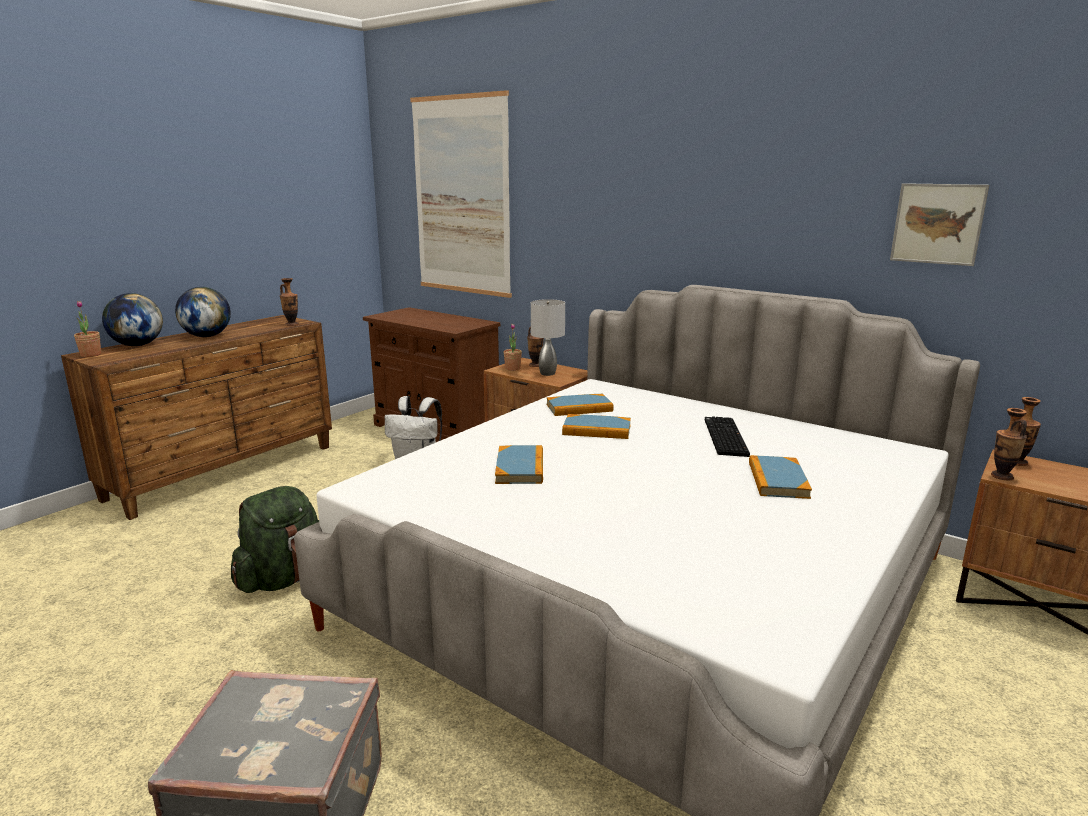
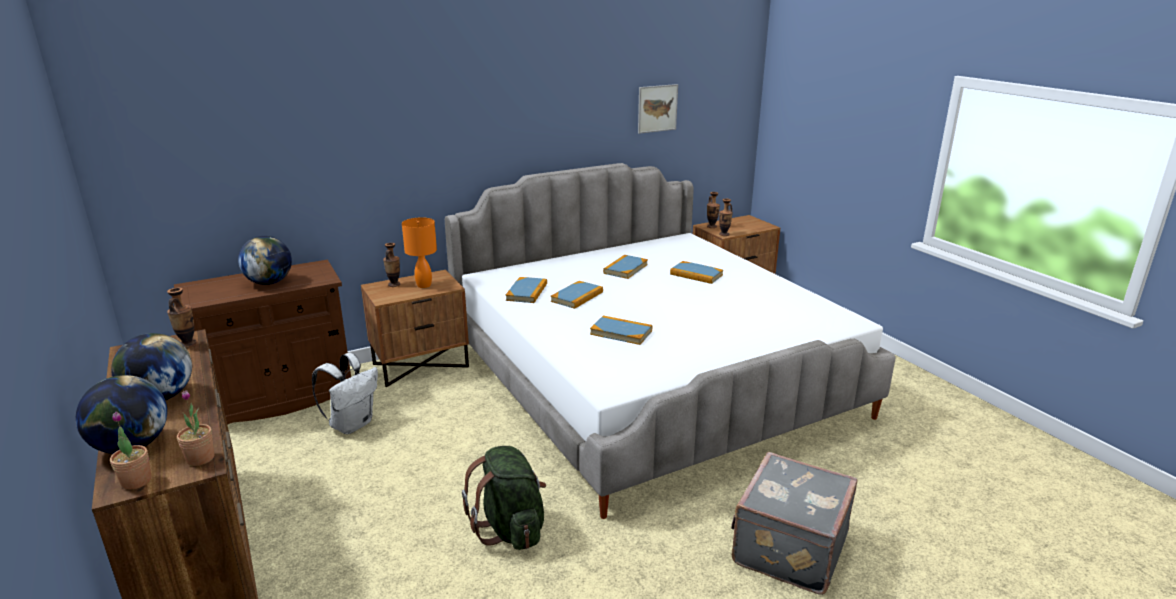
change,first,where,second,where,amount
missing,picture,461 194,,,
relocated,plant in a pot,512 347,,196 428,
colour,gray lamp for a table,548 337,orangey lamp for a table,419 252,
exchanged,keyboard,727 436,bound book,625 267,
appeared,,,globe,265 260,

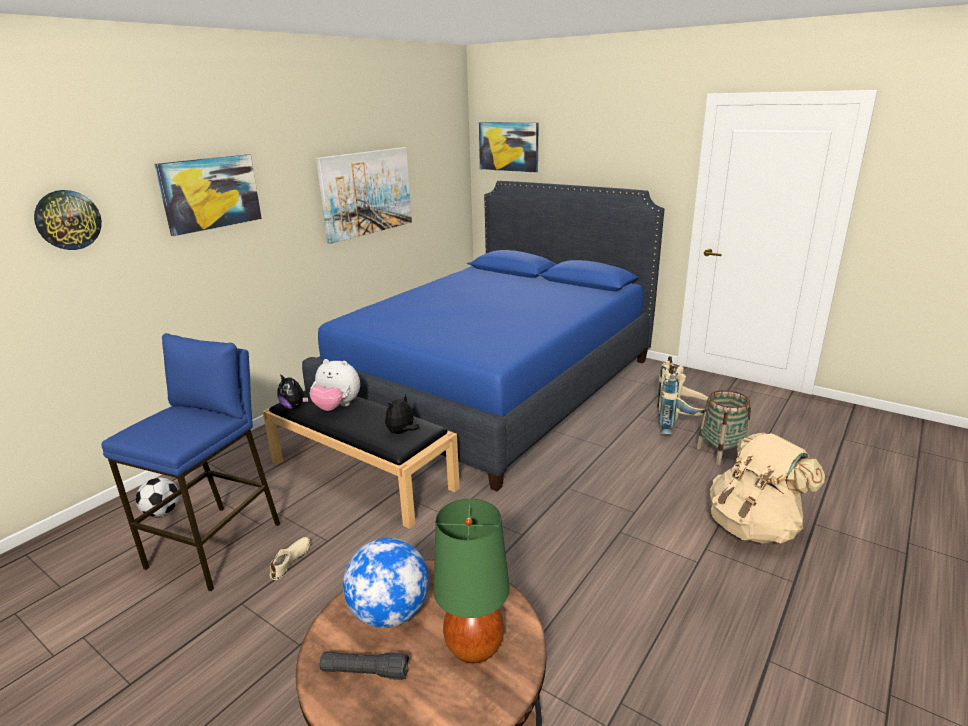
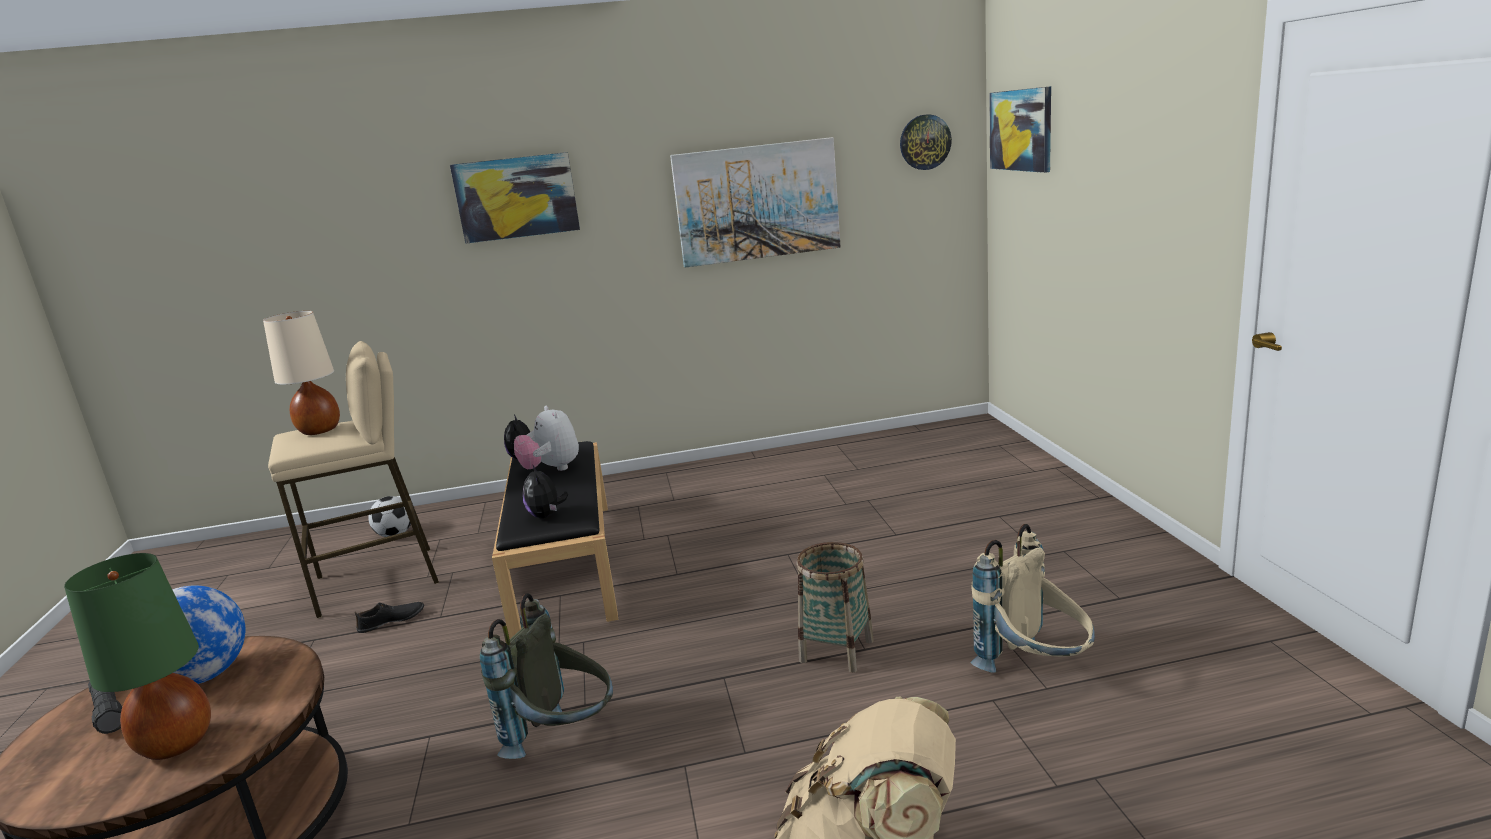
change,first,where,second,where,amount
relocated,hanging clock,68 220,,926 142,
colour,blue sitting stool,190 462,beige-coloured sitting stool,353 479,
colour,beige-coloured shoe,289 558,black-coloured shoe,389 617,
missing,blue sleeping bed,483 336,,,
spun,plush toy,402 413,,545 491,105 degrees counterclockwise
relocated,storage basket,723 427,,835 607,
appeared,,,beige-coloured lamp for a table,301 373,
appeared,,,gray knapsack,546 676,

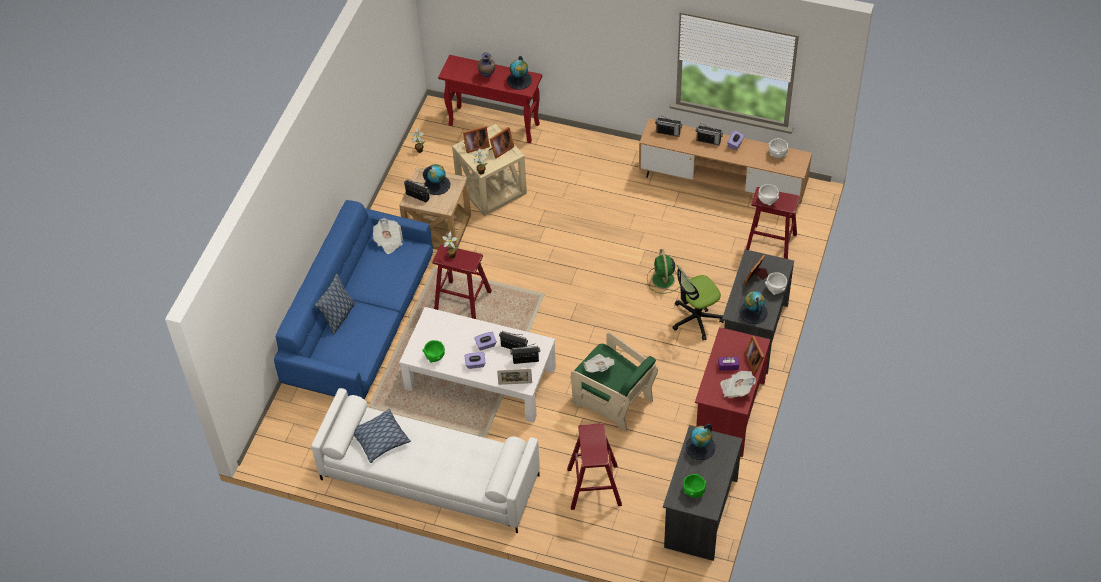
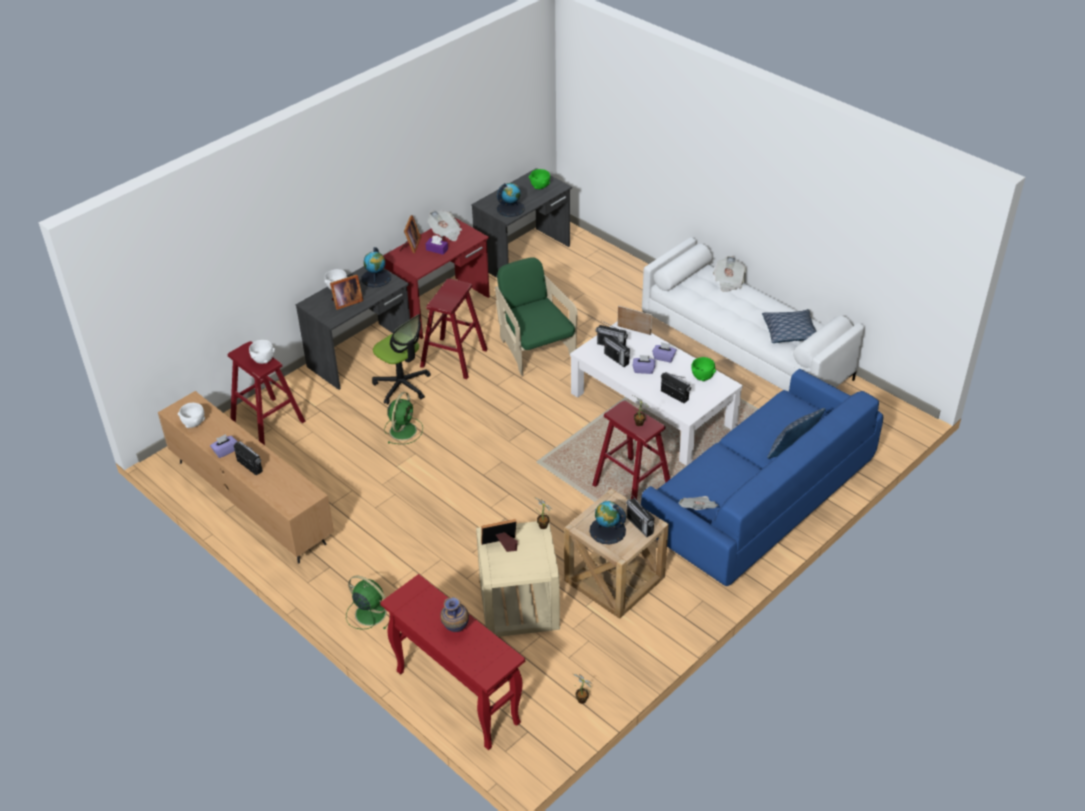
change,first,where,second,where,amount
missing,picture frame,476 139,,,
missing,globe,519 72,,,
relocated,reddish sitting stool,594 466,,454 329,
relocated,daily paper,598 363,,730 274,
relocated,radio receiver,668 126,,676 387,
spun,office chair,698 302,,401 359,45 degrees clockwise
appeared,,,greenish electric fan,367 602,

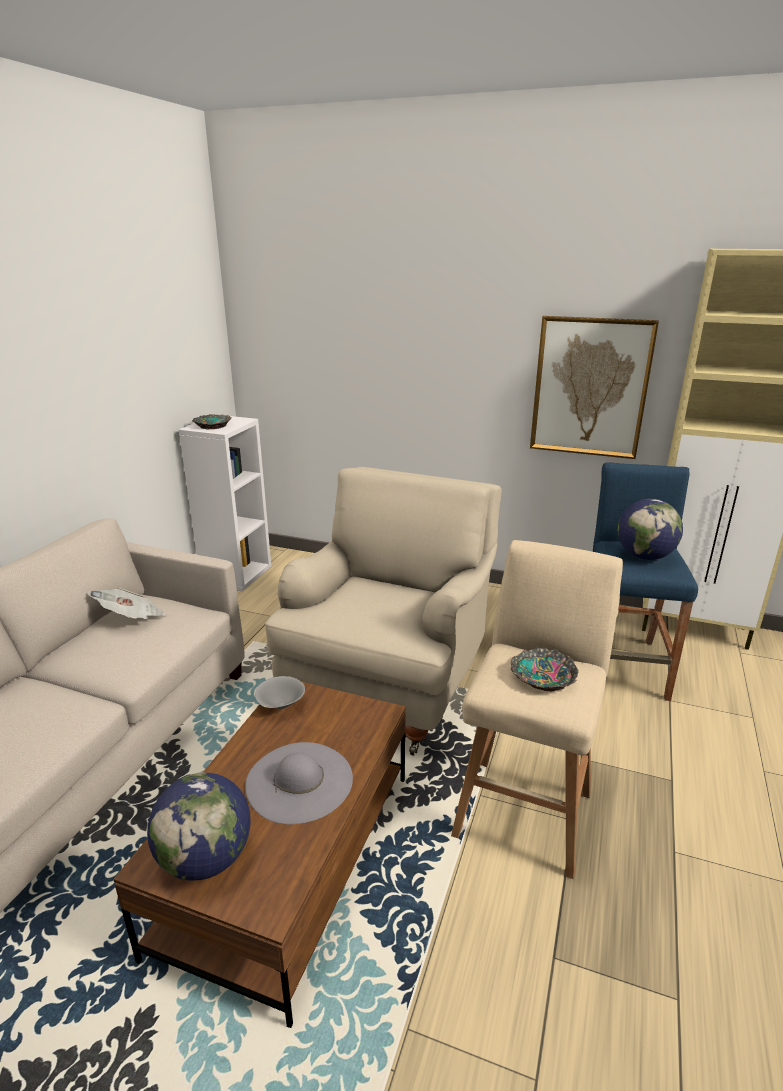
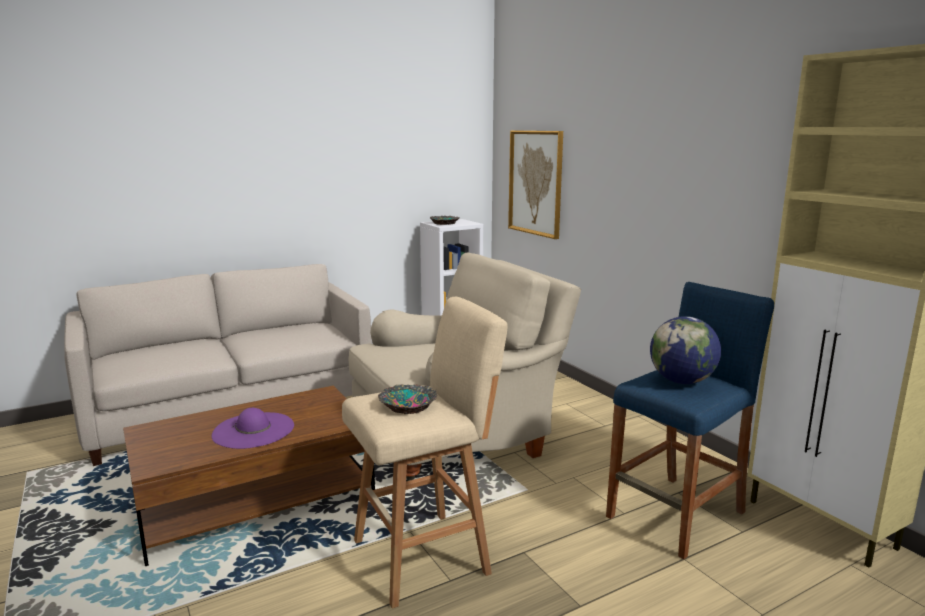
change,first,where,second,where,amount
missing,daily paper,127 603,,,
missing,globe,199 827,,,
colour,gray wearable hat,299 783,purplish wearable hat,253 428,
missing,gray serving bowl,280 692,,,
relocated,picture,594 387,,535 185,

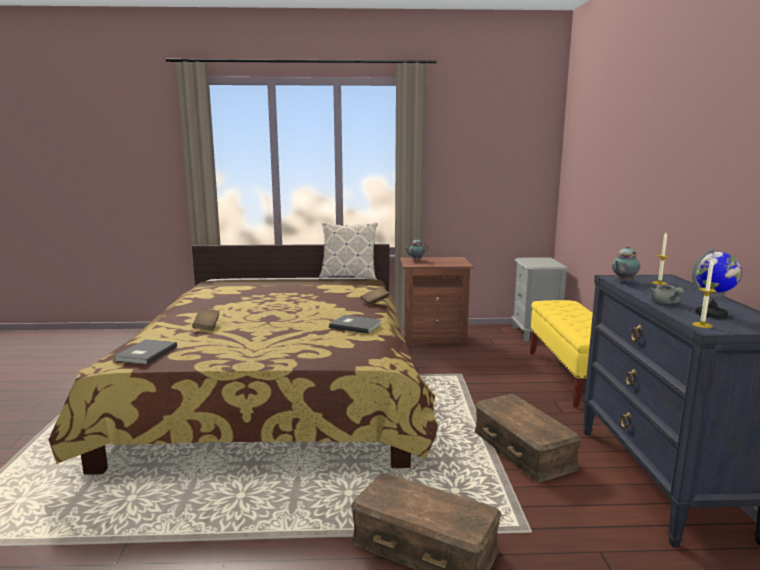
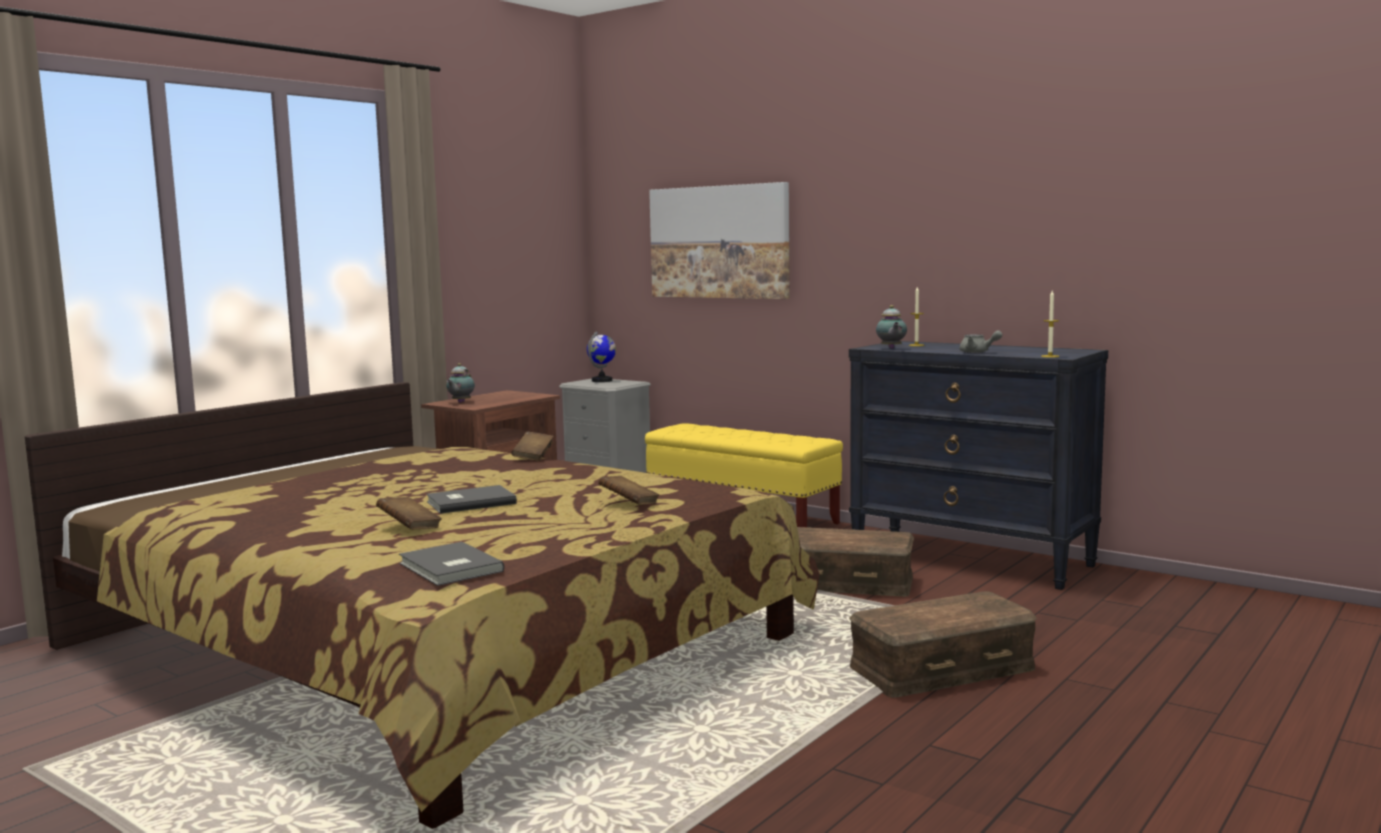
change,first,where,second,where,amount
missing,pillow,348 251,,,
relocated,gray bound book,355 324,,471 499,
relocated,globe,717 282,,601 357,
appeared,,,brownish bound book,628 490,
appeared,,,picture,719 240,

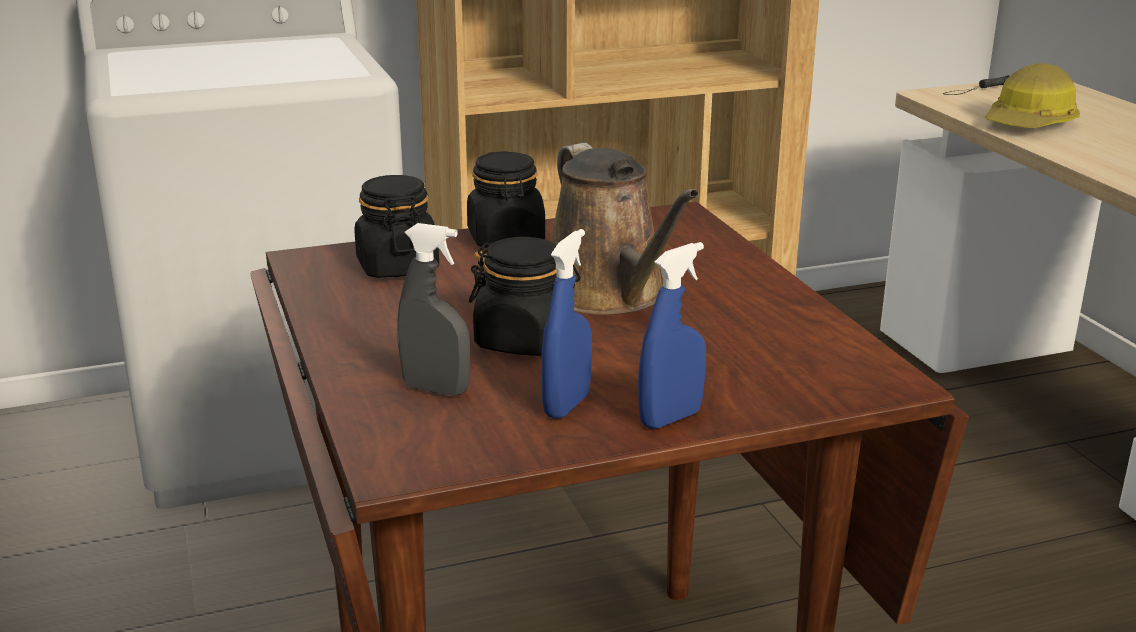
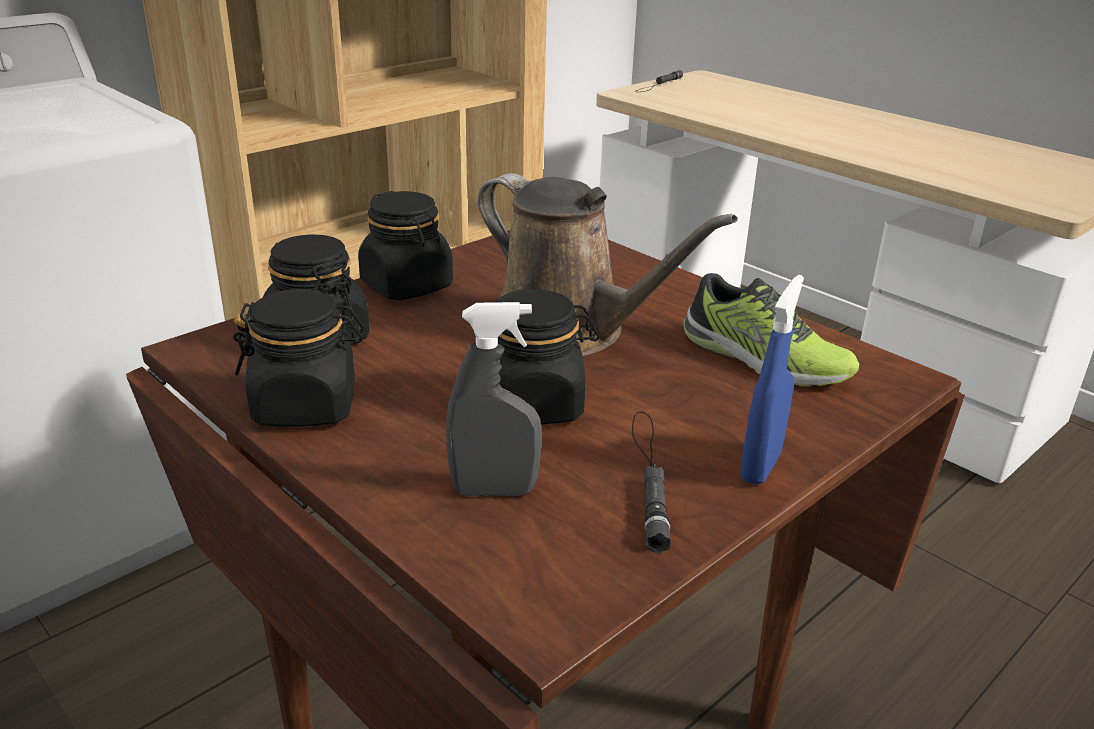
change,first,where,second,where,amount
exchanged,blue spray bottle,566 324,black-coloured torch,651 483,
missing,safety helmet,1032 95,,,
appeared,,,black-coloured storage jar,298 357,
appeared,,,shoe,771 329,

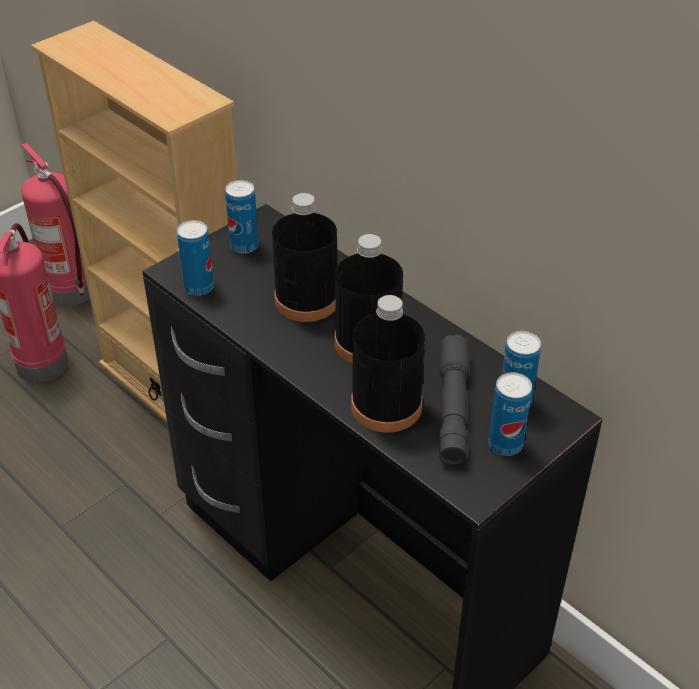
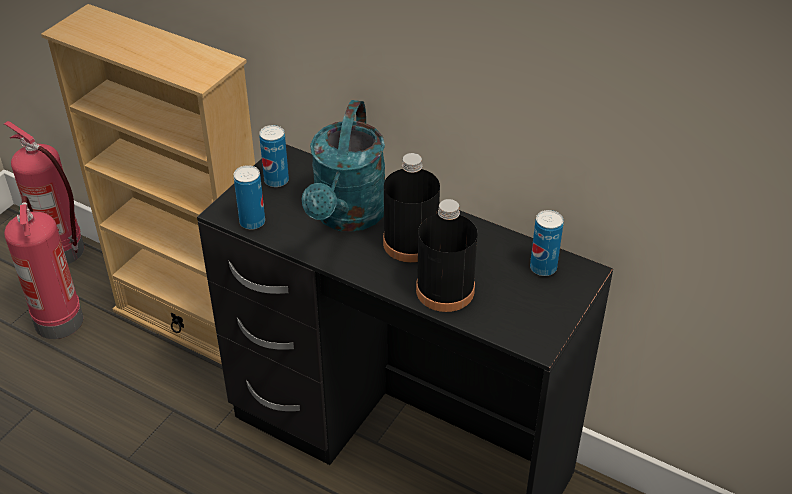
change,first,where,second,where,amount
exchanged,black-coloured bottle,304 257,turquoise sprinkling can,343 166,
missing,gray torch,454 400,,,
missing,can,510 414,,,

